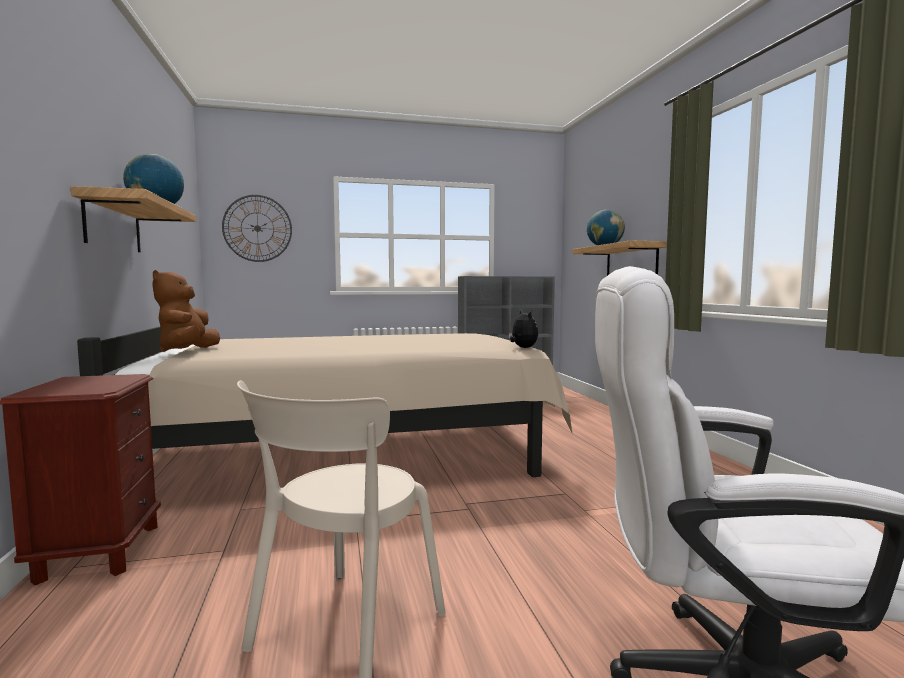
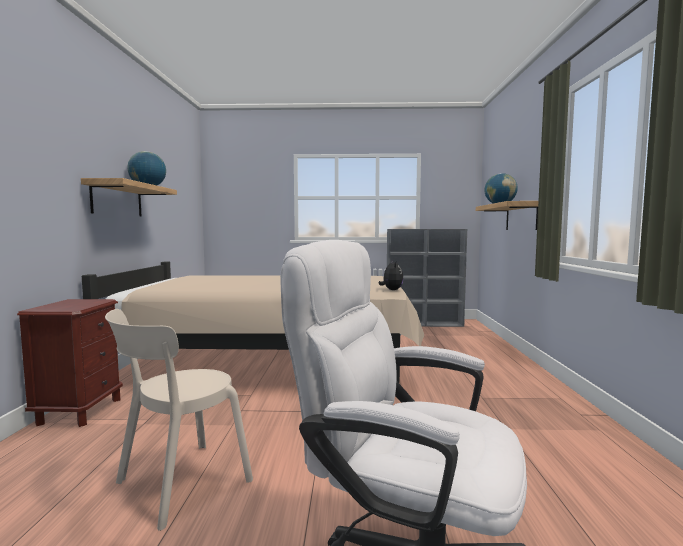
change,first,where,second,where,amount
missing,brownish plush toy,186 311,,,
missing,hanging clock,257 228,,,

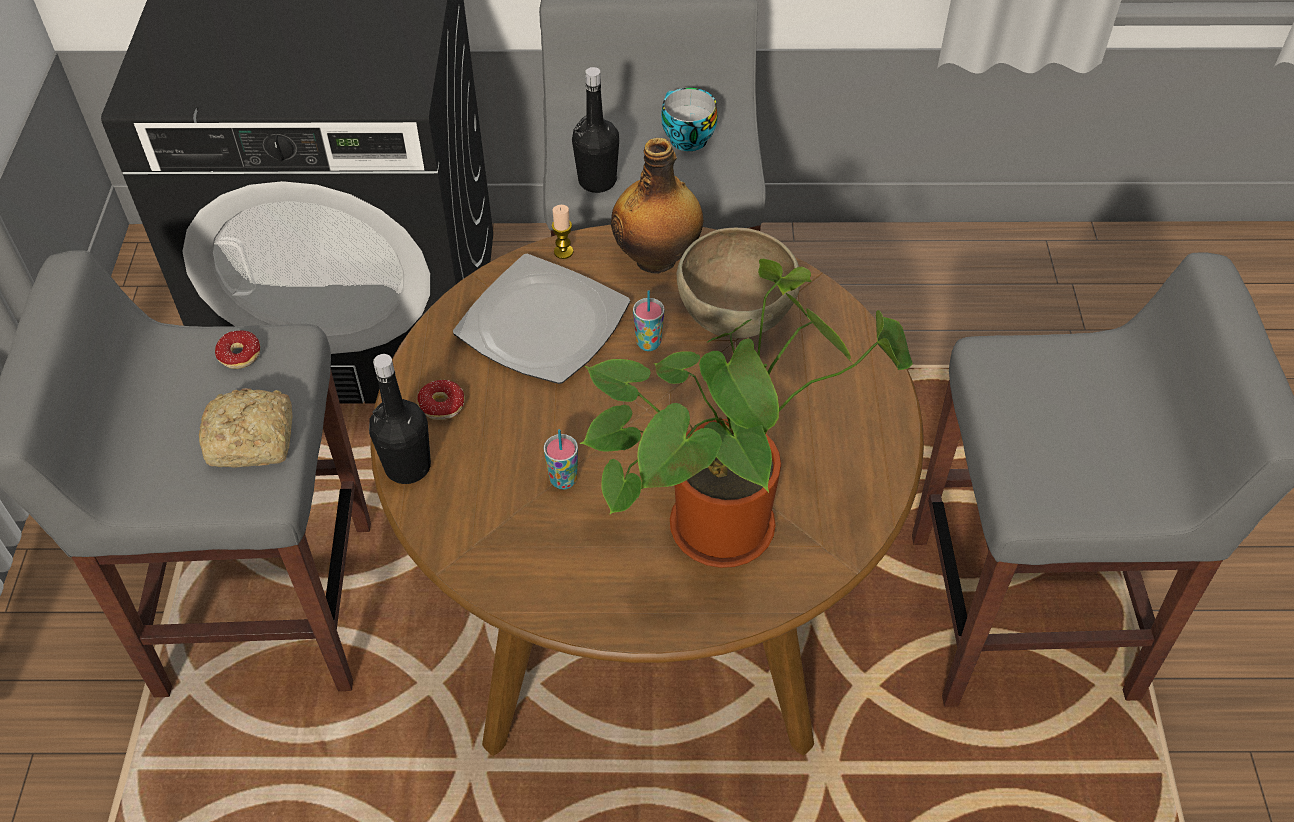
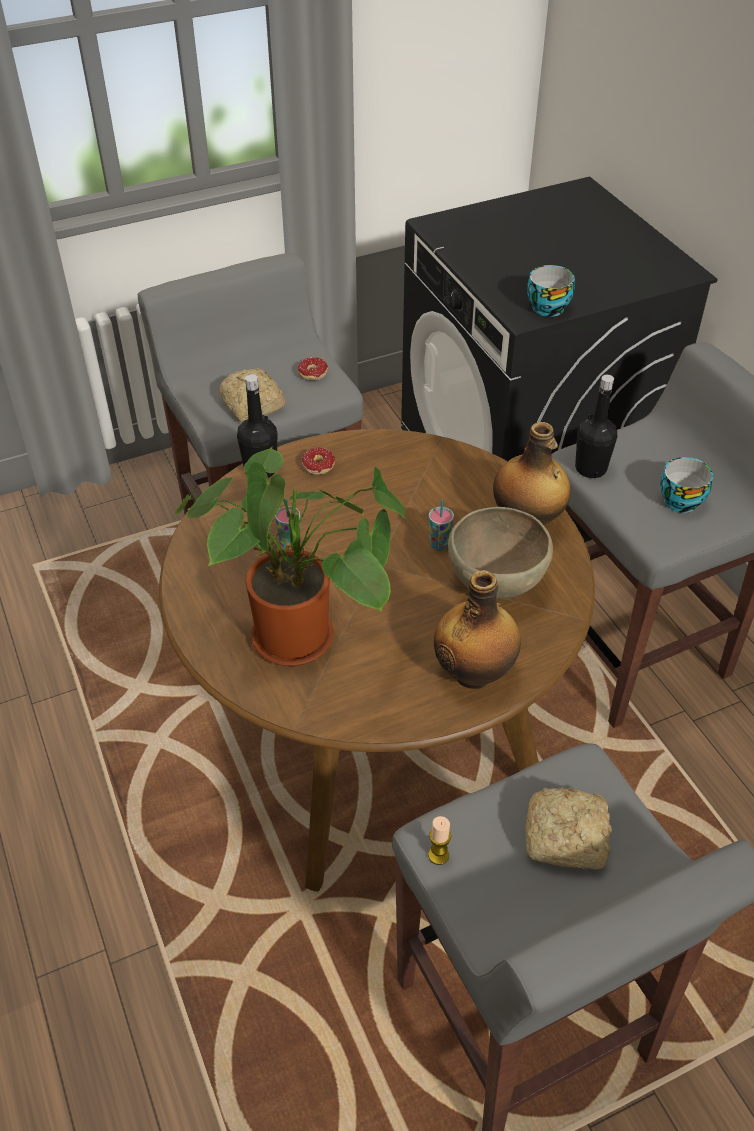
change,first,where,second,where,amount
missing,plate,541 319,,,
relocated,candle,562 232,,439 840,
appeared,,,bottle,477 629,
appeared,,,bakery bread,568 829,
appeared,,,drinking cup,551 291,

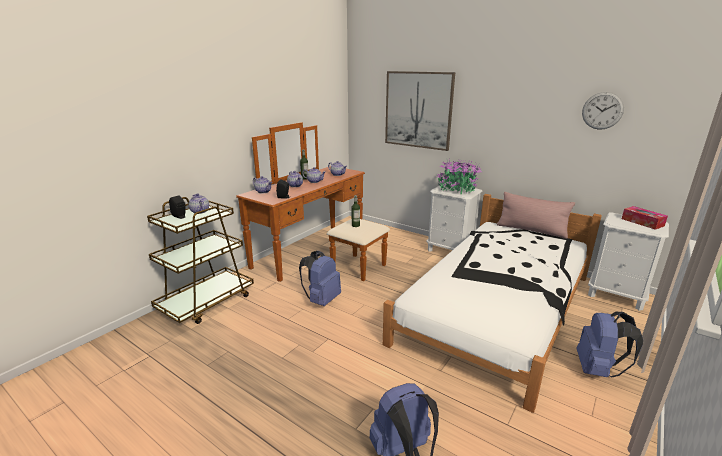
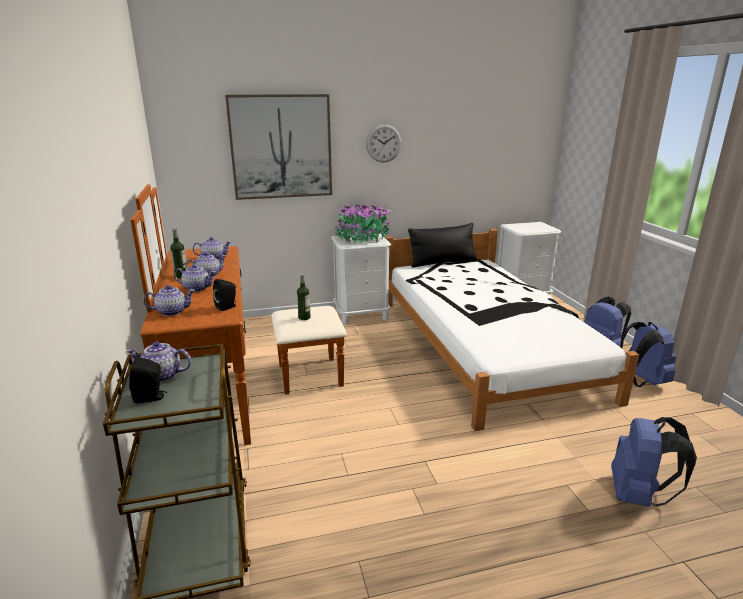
change,first,where,second,where,amount
relocated,blue knapsack,320 278,,648 354,
colour,pinkish pillow,536 215,black-coloured pillow,442 245,
relocated,hanging clock,603 110,,384 143,
missing,tissue holder,645 218,,,

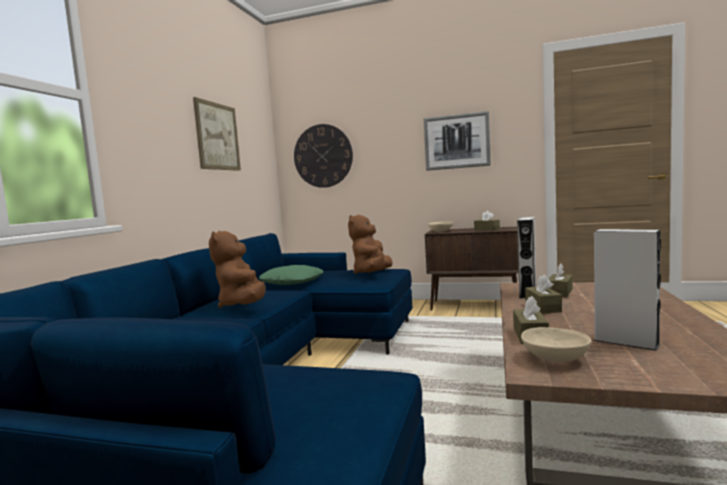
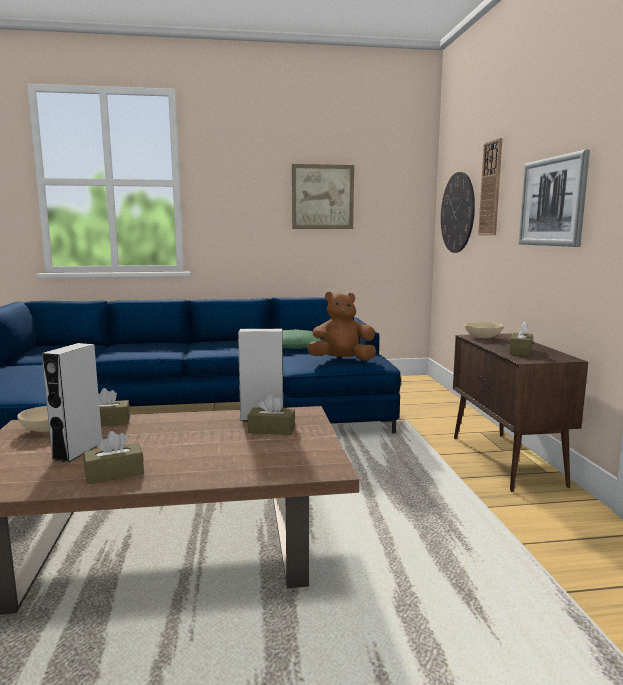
change,first,where,second,where,amount
missing,brownish plush toy,237 269,,,
relocated,brownish tissue holder,543 294,,114 457,
appeared,,,hanging clock,490 186,

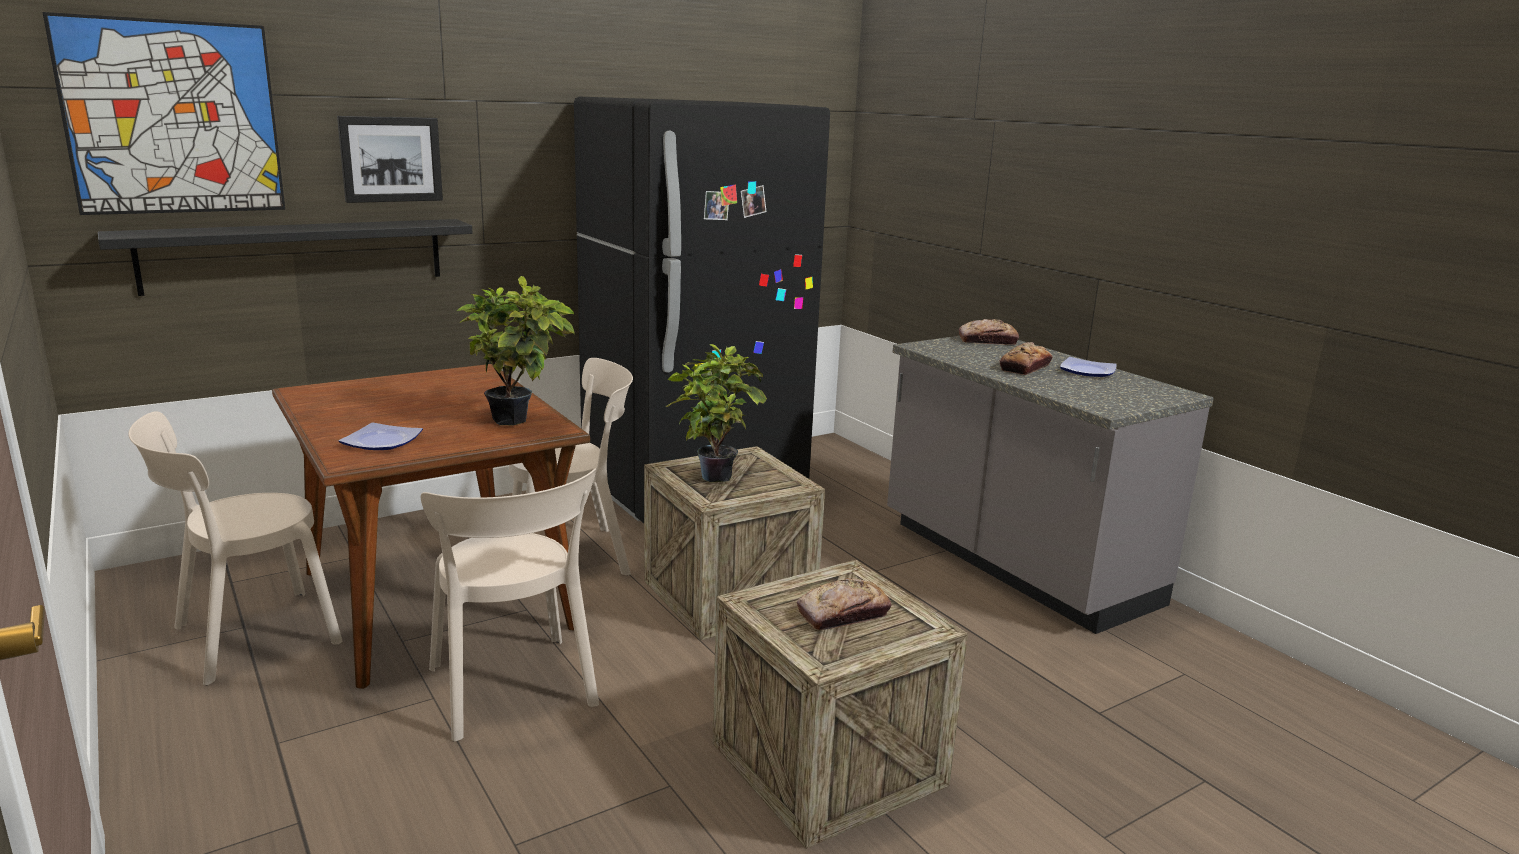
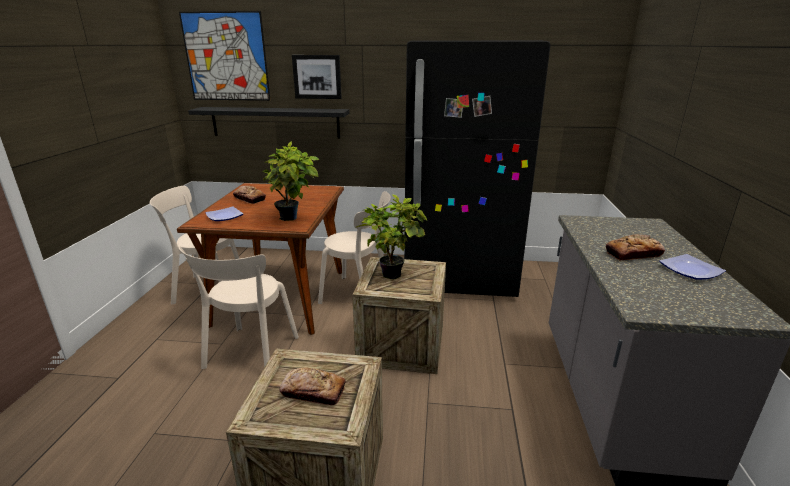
change,first,where,second,where,amount
relocated,bakery bread,989 332,,249 194,

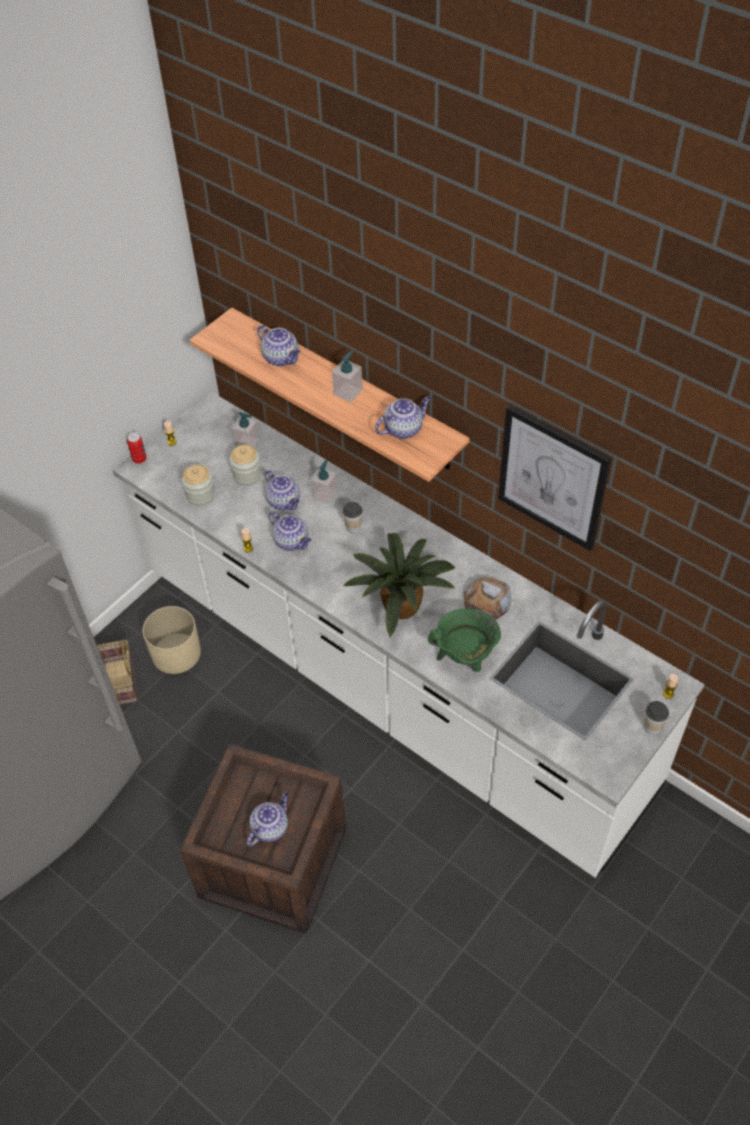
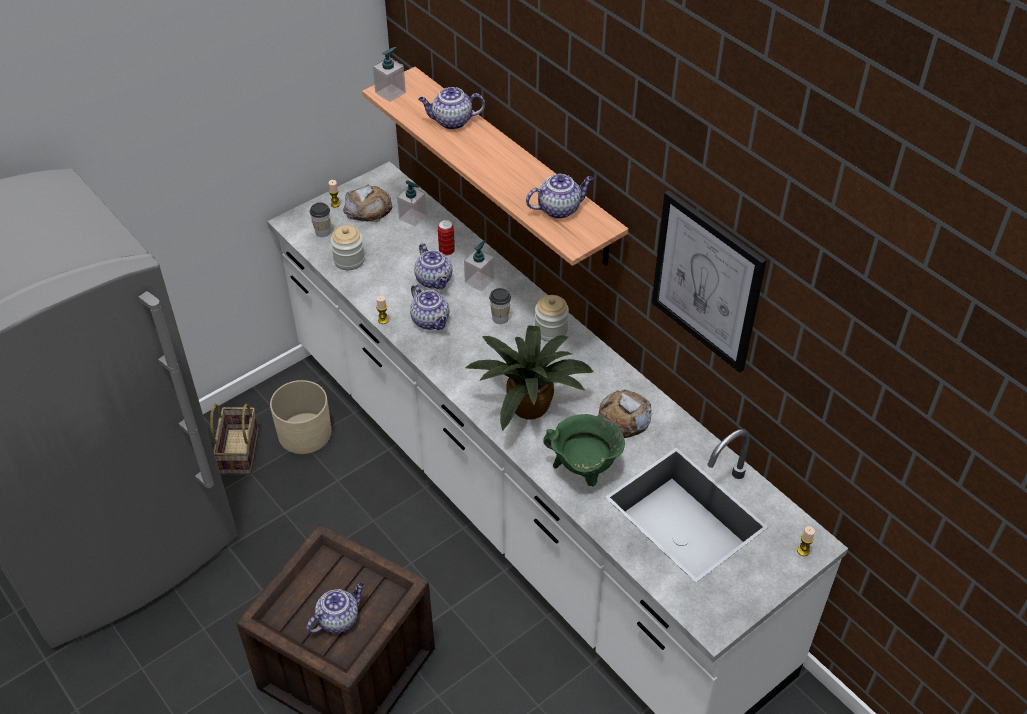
change,first,where,second,where,amount
relocated,can,137 448,,446 237,
relocated,storage jar,245 465,,552 318,
spun,tea pot,279 345,,451 108,120 degrees clockwise
relocated,soap dispenser,347 376,,389 74,
relocated,drinking cup,656 718,,320 220,
appeared,,,bakery bread,367 203,

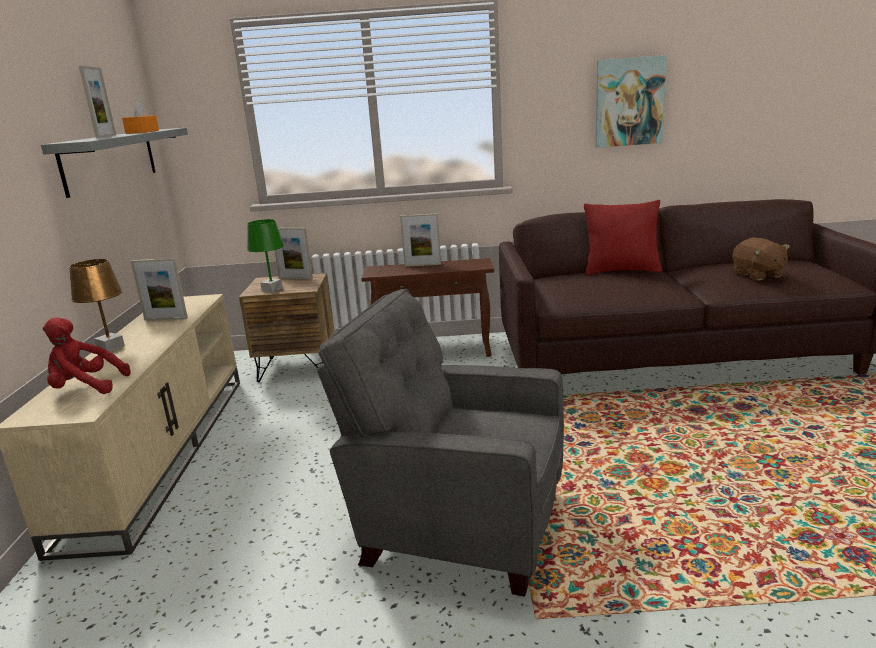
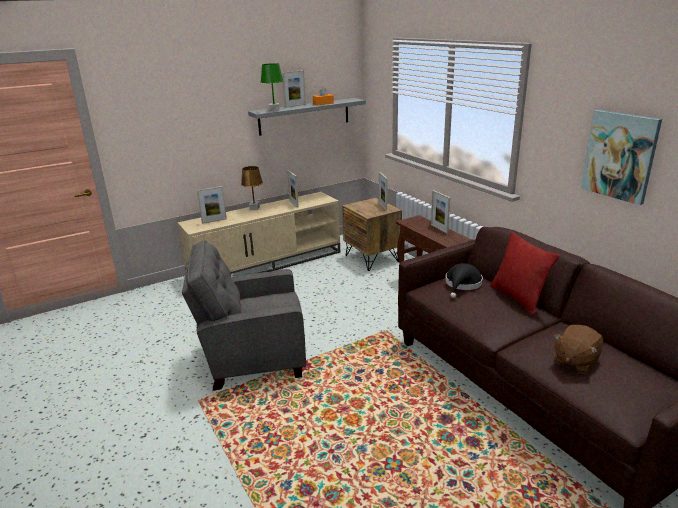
change,first,where,second,where,amount
exchanged,reddish plush toy,87 355,picture frame,212 205,
relocated,greenish lamp for a table,265 256,,272 87,
spun,gray easy chair,440 443,,244 315,90 degrees counterclockwise
appeared,,,black-coloured wearable hat,464 280,

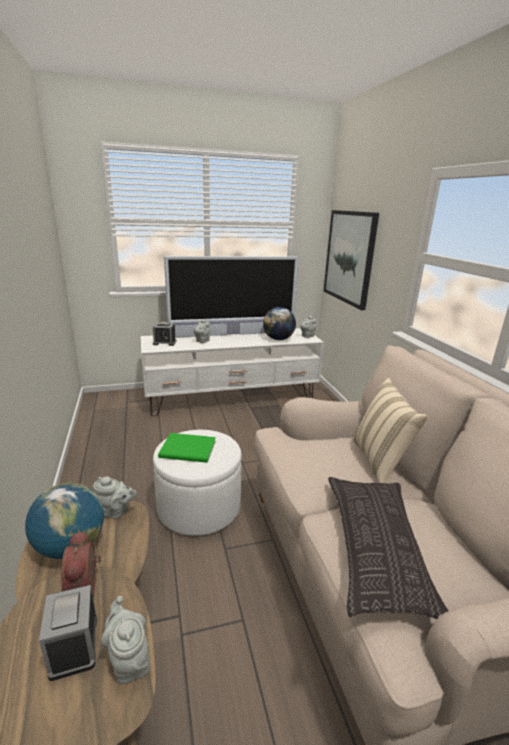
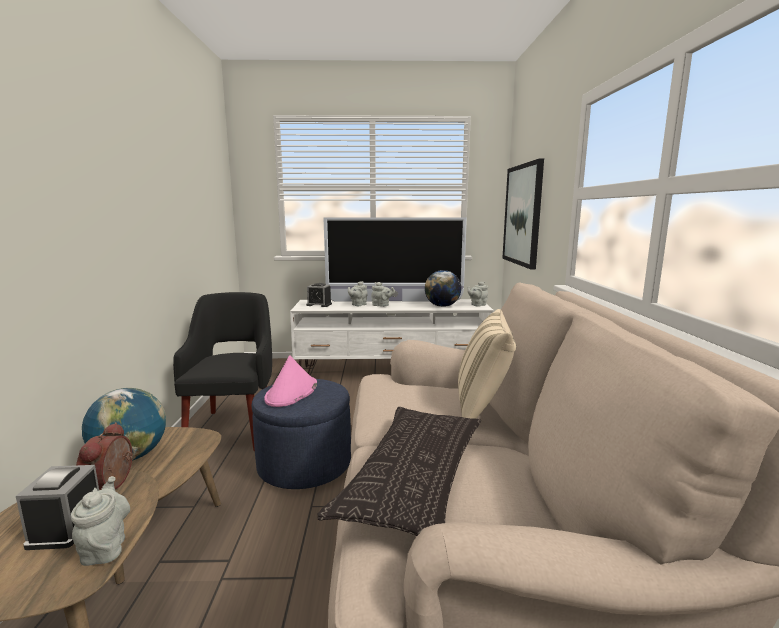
change,first,where,second,where,amount
relocated,gray tea pot,115 497,,383 294,
colour,white footrest,197 483,blue footrest,301 434,
exchanged,greenish bound book,187 448,pinkish wearable hat,290 381,
appeared,,,black-coloured easy chair,222 371,

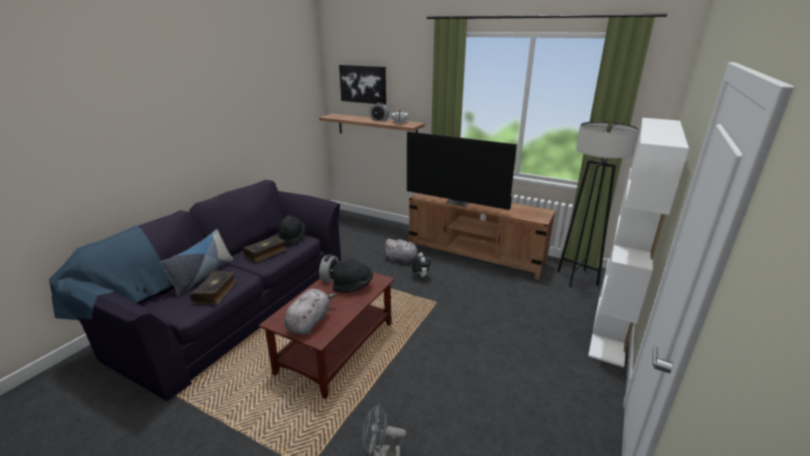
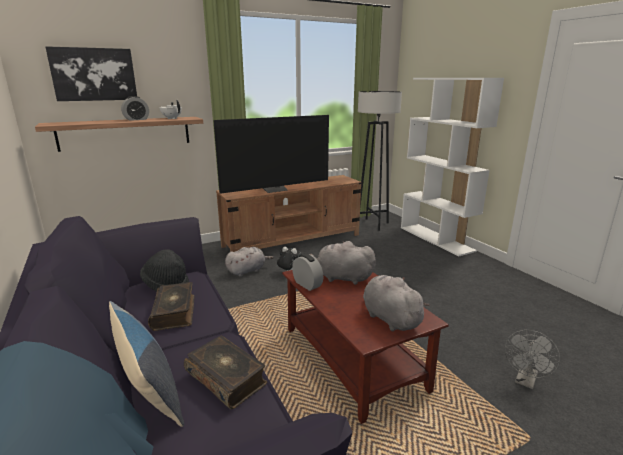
change,first,where,second,where,amount
exchanged,black-coloured wearable hat,353 275,gray plush toy,343 263,

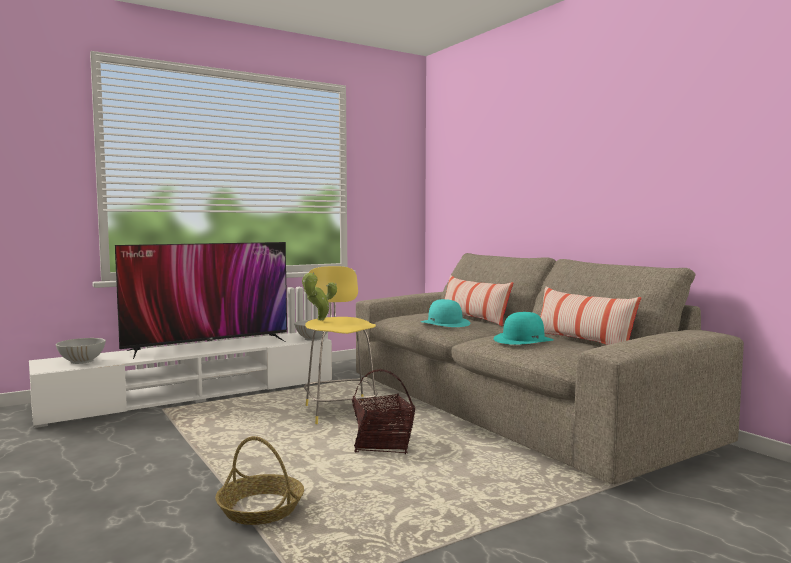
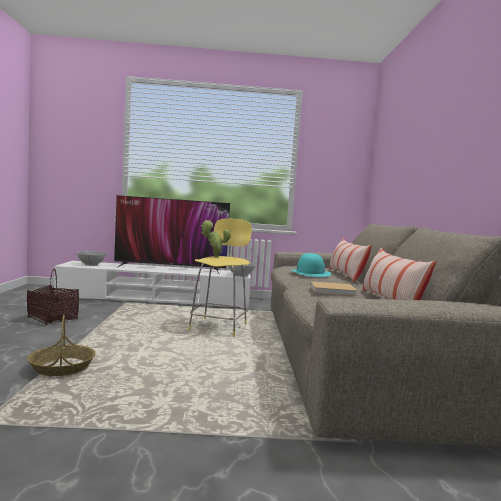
change,first,where,second,where,amount
relocated,storage basket,383 411,,53 297,
exchanged,turquoise wearable hat,523 328,beige-coloured bound book,334 288,

